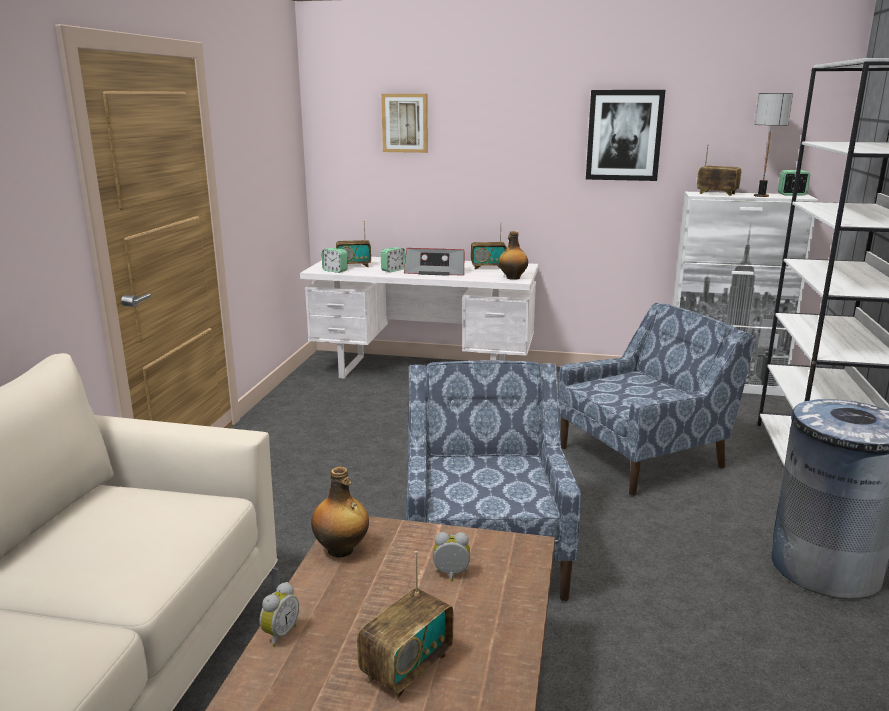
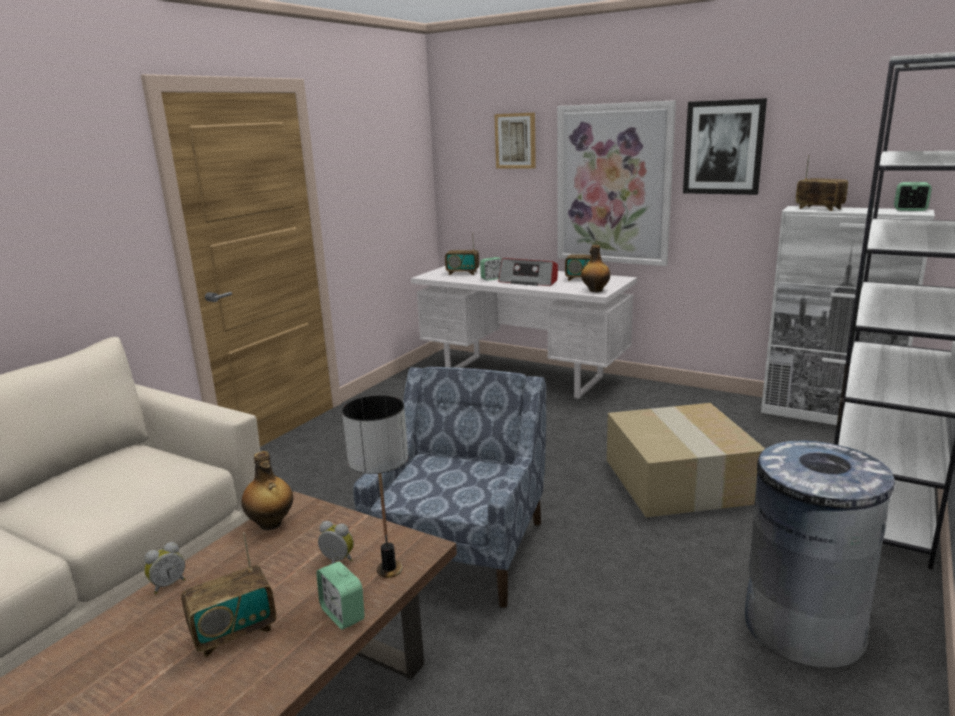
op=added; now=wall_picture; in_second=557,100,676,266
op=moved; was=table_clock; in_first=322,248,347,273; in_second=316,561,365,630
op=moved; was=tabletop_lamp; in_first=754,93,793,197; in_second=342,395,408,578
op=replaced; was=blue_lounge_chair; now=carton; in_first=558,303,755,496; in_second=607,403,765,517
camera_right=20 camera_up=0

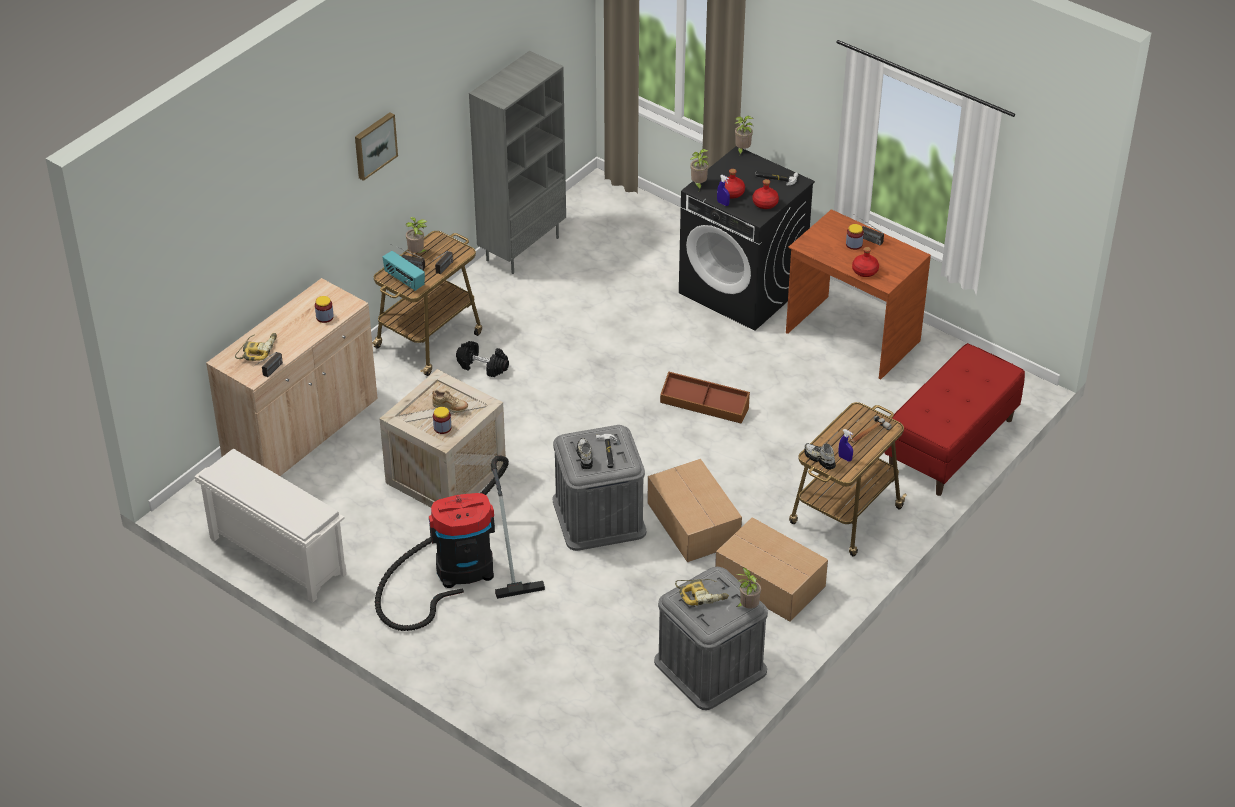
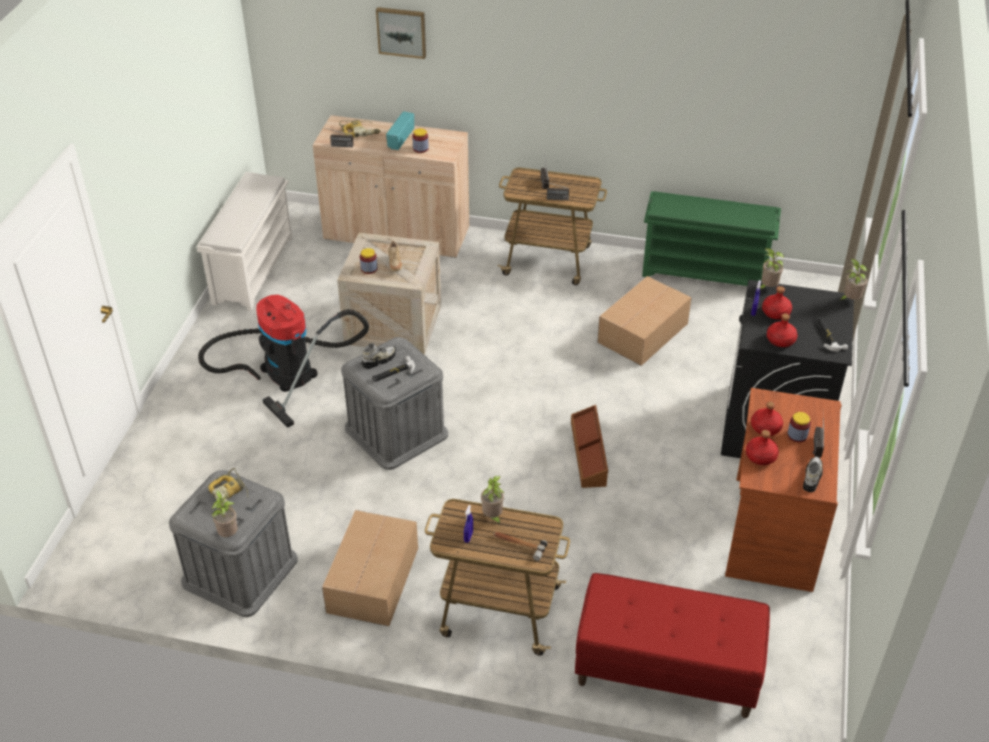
op=removed; was=black_hand_weight; in_first=456,341,509,377
op=added; now=reddish_beverage_bottle; in_second=751,401,783,436
op=moved; was=wall_picture; in_first=355,112,398,181; in_second=376,7,426,59
op=moved; was=radio_set; in_first=382,251,425,291; in_second=386,111,414,150
op=moved; was=houseplant; in_first=406,217,427,253; in_second=481,476,504,526
op=moved; was=carton; in_first=647,459,742,562; in_second=597,276,692,366
op=moved; was=item_of_footwear; in_first=804,443,836,470; in_second=803,456,823,492
op=replaced; was=greyish_bookcase; now=green_shoe_rack; in_first=469,51,566,274; in_second=642,191,781,286
camera_right=65 camera_up=0

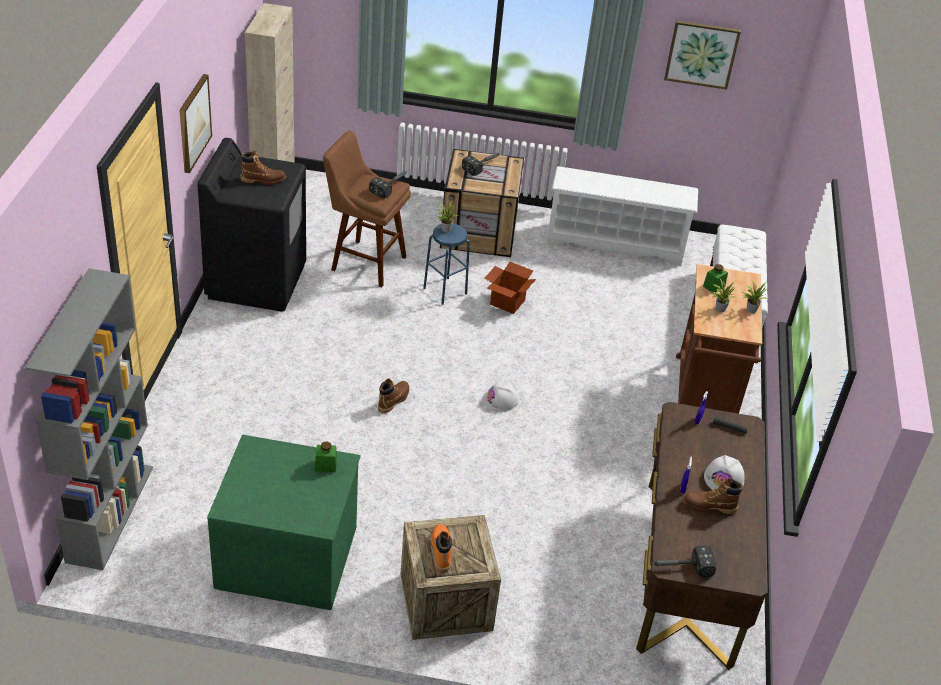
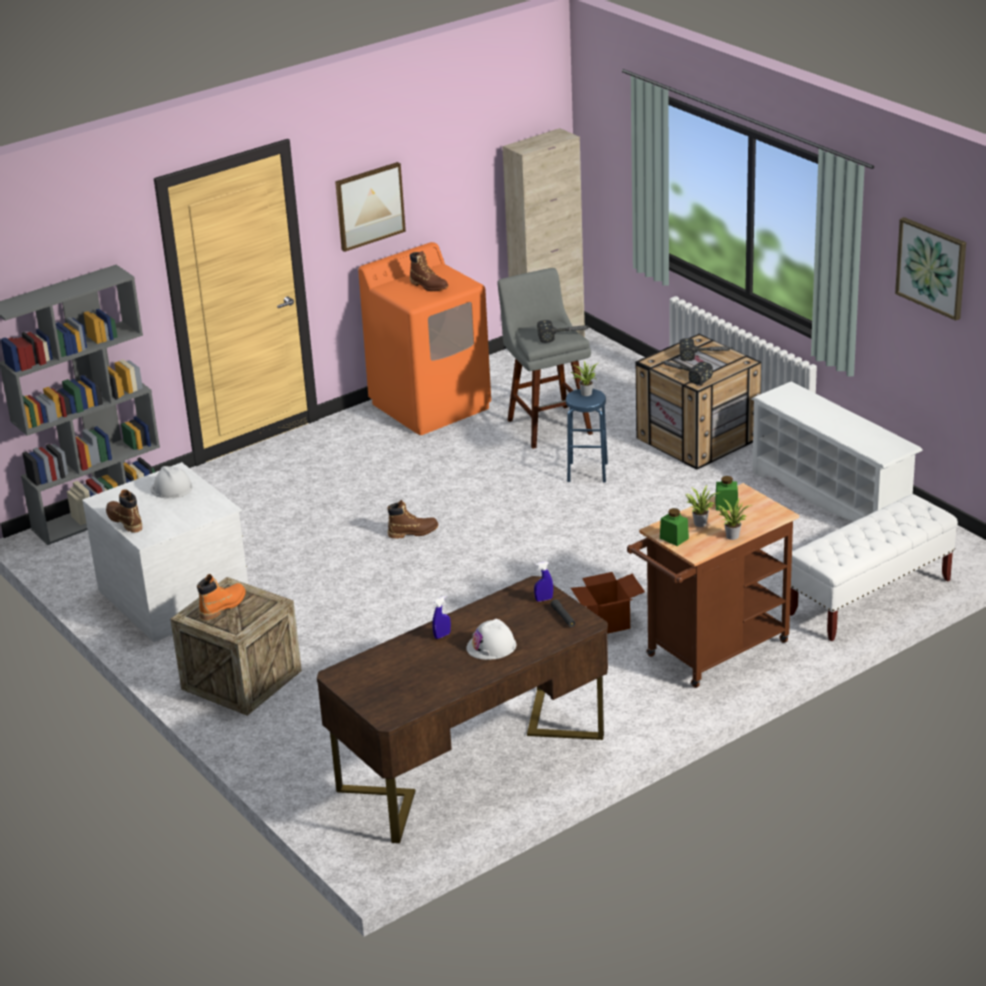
op=moved; was=green_jar; in_first=315,441,337,472; in_second=660,508,689,546
op=moved; was=white_hard_hat; in_first=482,382,519,412; in_second=150,466,192,499
op=moved; was=carton; in_first=484,262,536,314; in_second=571,572,645,634
op=moved; was=tool_hammer; in_first=651,546,716,577; in_second=662,361,713,385
op=moved; was=brownish_high-top_boot; in_first=683,478,743,514; in_second=106,489,142,533
op=recoloured; was=black_washing_machine; now=orangey_washing_machine; in_first=197,138,306,312; in_second=358,242,491,435
op=recoloured; was=green_dresser; now=white_dresser; in_first=207,435,361,610; in_second=82,462,248,642
op=recoloured; was=brownish_sitting_stool; now=greyish_sitting_stool; in_first=323,130,411,287; in_second=497,268,593,449
camera_right=50 camera_up=-10

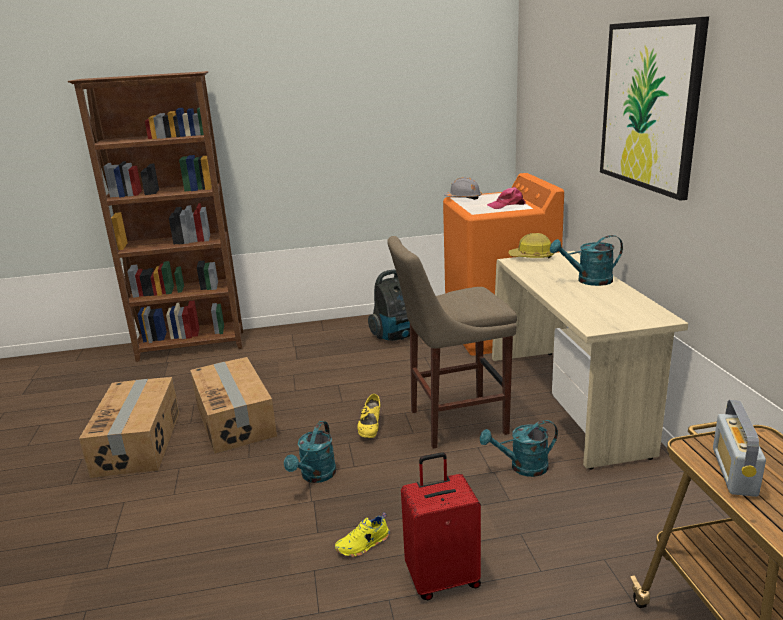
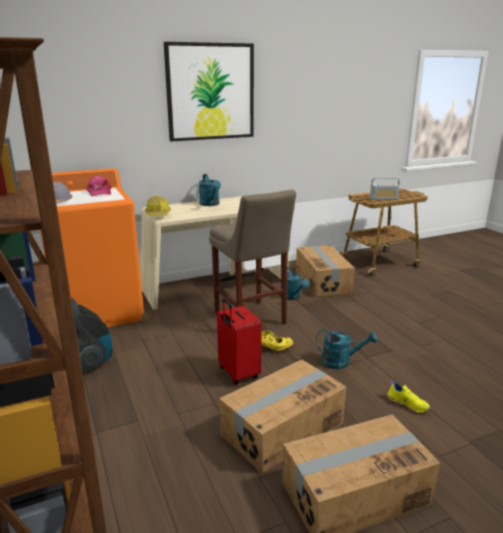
op=added; now=carton; in_second=296,245,355,296
op=moved; was=yellowish_item_of_footwear; in_first=335,513,390,557; in_second=387,381,430,413
op=moved; was=reddish_suitcase; in_first=401,452,481,600; in_second=217,298,262,384
camera_right=-105 camera_up=0

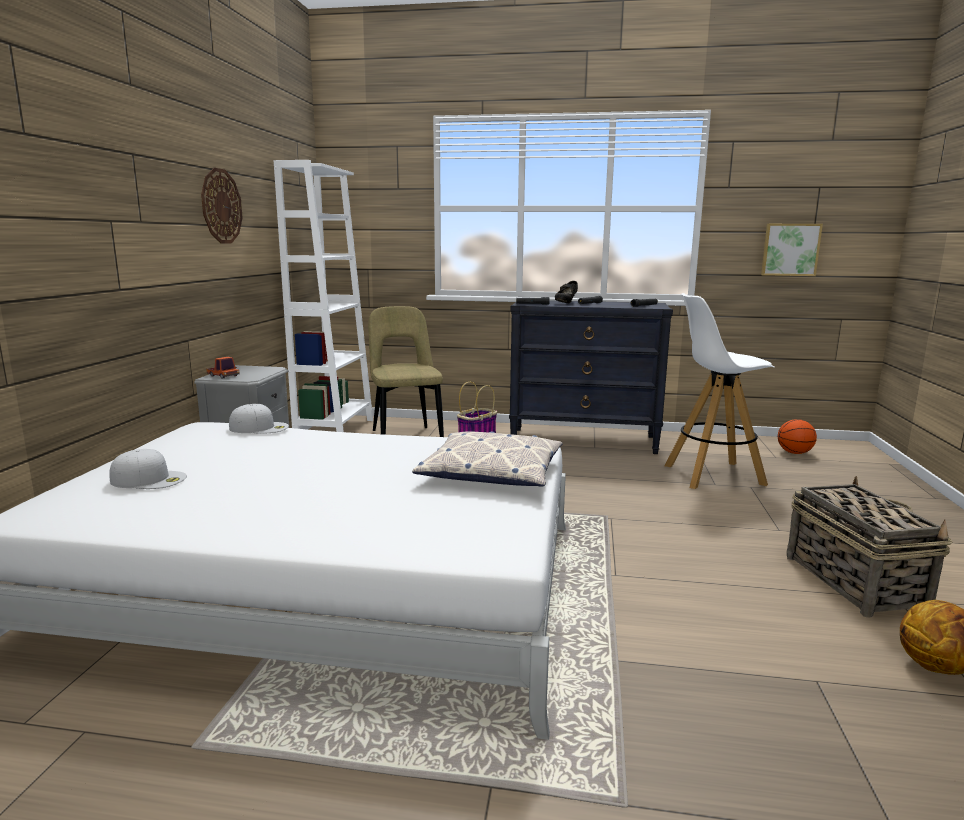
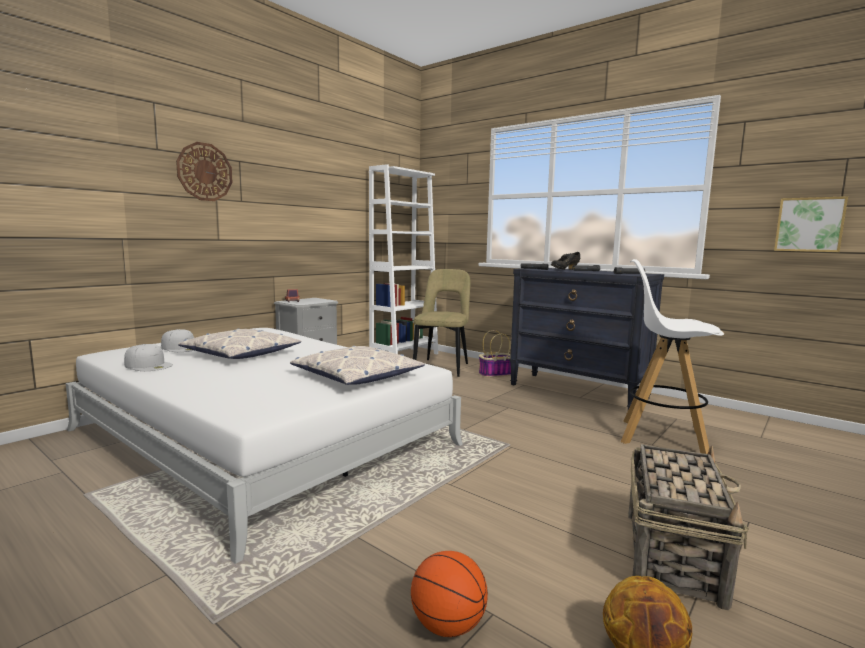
op=added; now=cushion; in_second=178,329,301,359
op=moved; was=wall_clock; in_first=201,168,243,243; in_second=176,142,232,201
op=moved; was=white_baseball_cap; in_first=229,404,289,434; in_second=124,344,173,371
op=moved; was=ball_for_basketball; in_first=778,419,817,454; in_second=411,551,488,637
camera_right=30 camera_up=-5

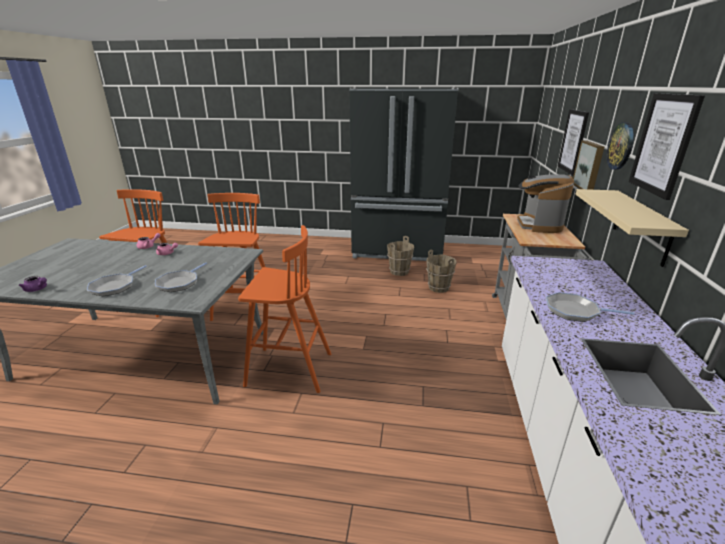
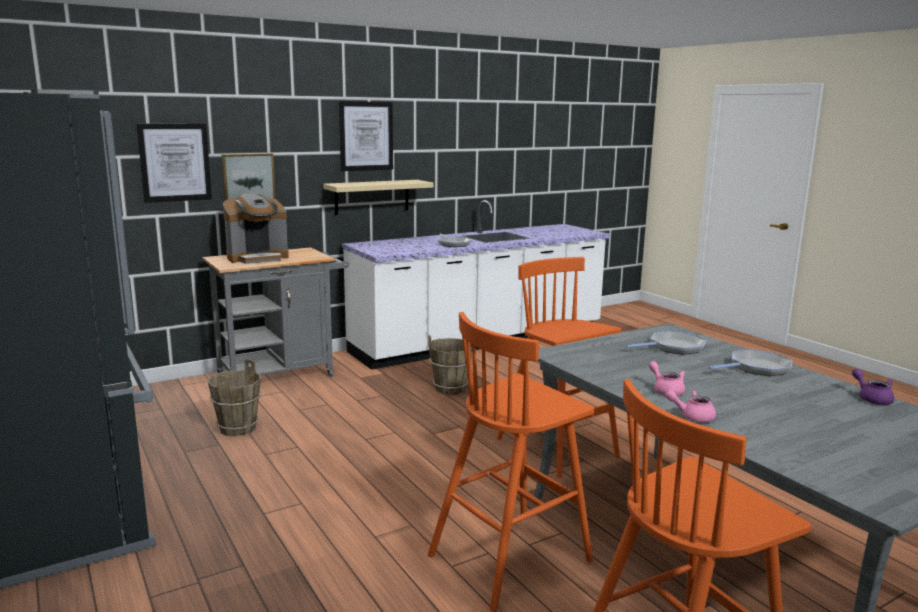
op=removed; was=wall_clock; in_first=607,122,634,170
op=moved; was=brownish_pail; in_first=387,236,415,276; in_second=428,335,472,395
camera_right=-130 camera_up=-10

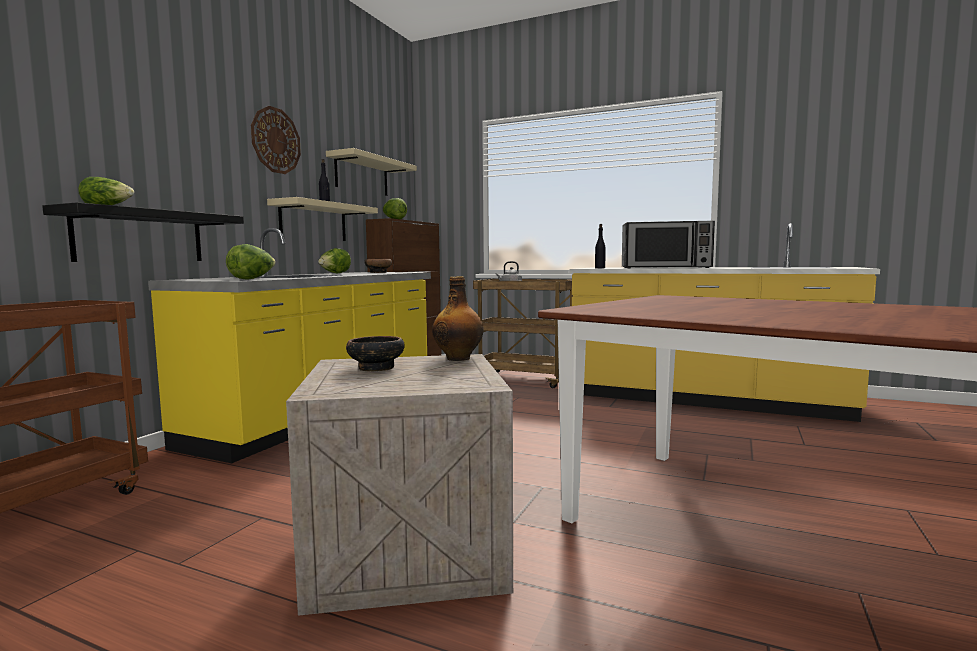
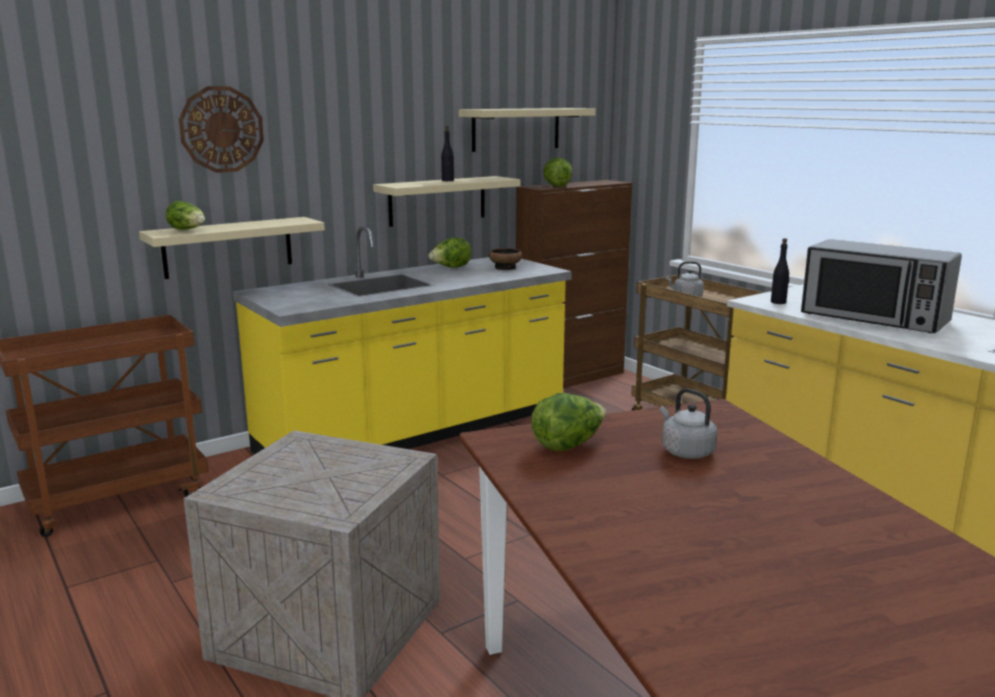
op=removed; was=deep_dish; in_first=346,336,405,372
op=removed; was=beverage_bottle; in_first=432,276,484,361
op=added; now=greyish_water_kettle; in_second=660,388,718,459
op=moved; was=lettuce_head; in_first=226,244,276,279; in_second=531,393,606,451
op=moved; was=wall_clock; in_first=251,106,301,174; in_second=179,86,264,173
op=recoloured; was=black_shelf; now=beige_shelf; in_first=42,202,244,262; in_second=139,217,325,279
camera_right=30 camera_up=10

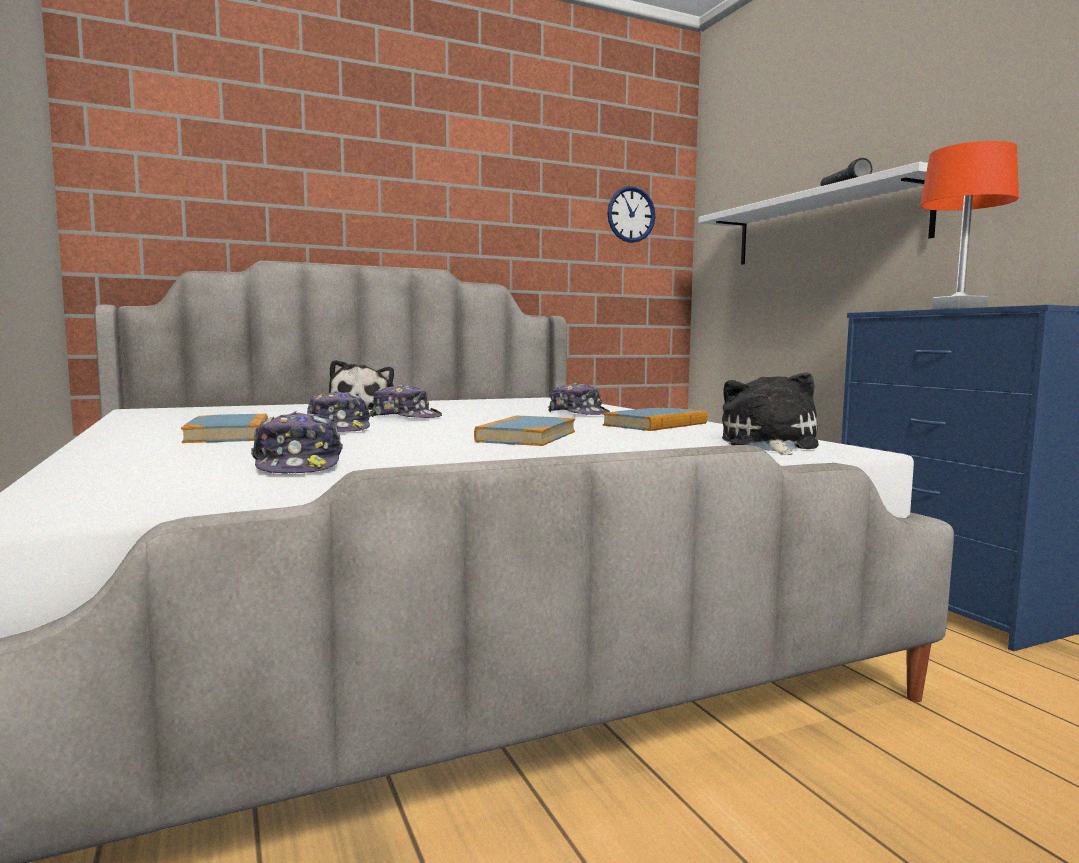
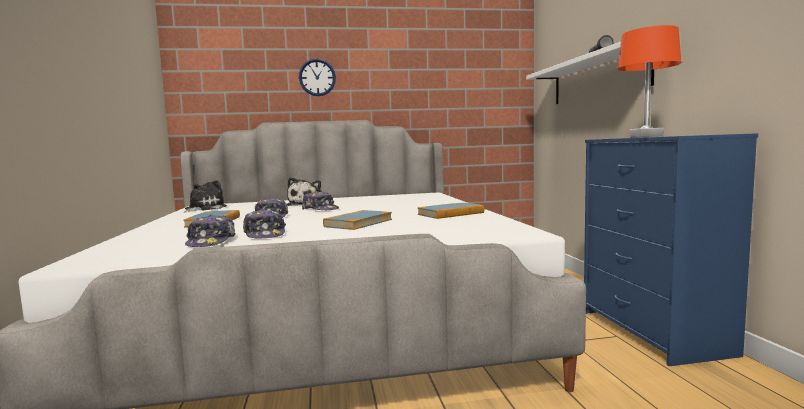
op=moved; was=baseball_cap; in_first=549,383,610,415; in_second=243,209,286,239
op=moved; was=wall_clock; in_first=607,186,655,243; in_second=299,59,336,96
op=moved; was=cuddly_toy; in_first=722,372,819,455; in_second=184,180,227,213
camera_right=15 camera_up=0

